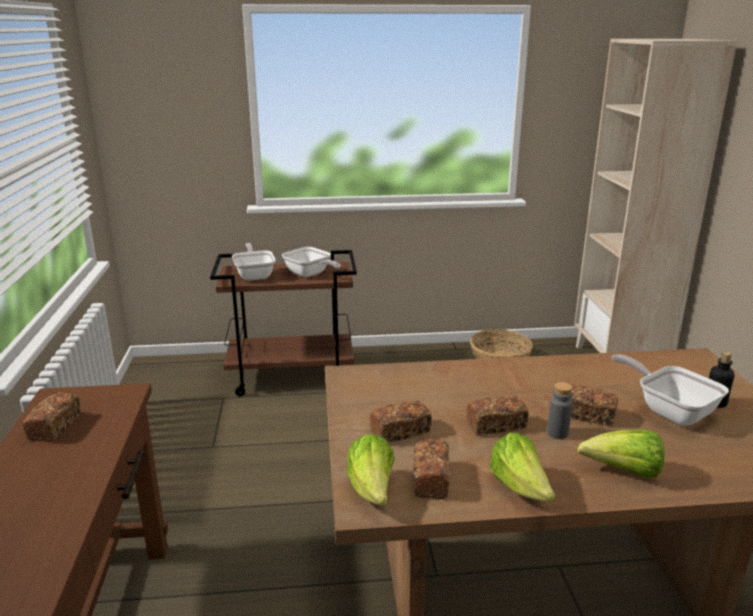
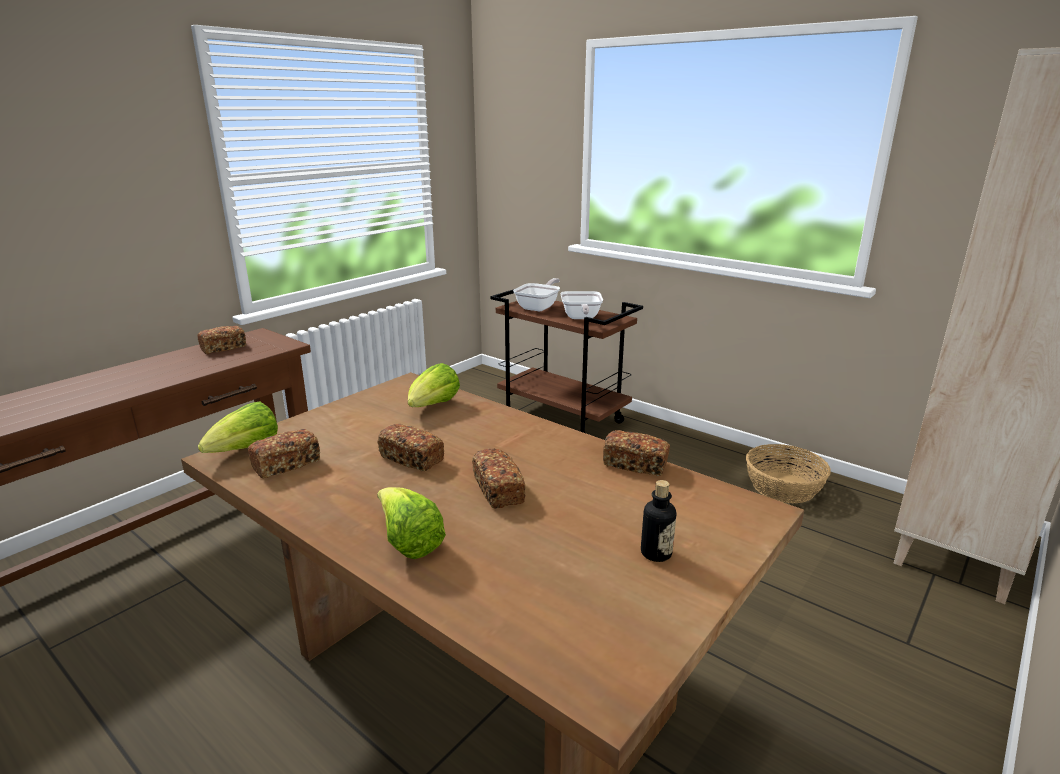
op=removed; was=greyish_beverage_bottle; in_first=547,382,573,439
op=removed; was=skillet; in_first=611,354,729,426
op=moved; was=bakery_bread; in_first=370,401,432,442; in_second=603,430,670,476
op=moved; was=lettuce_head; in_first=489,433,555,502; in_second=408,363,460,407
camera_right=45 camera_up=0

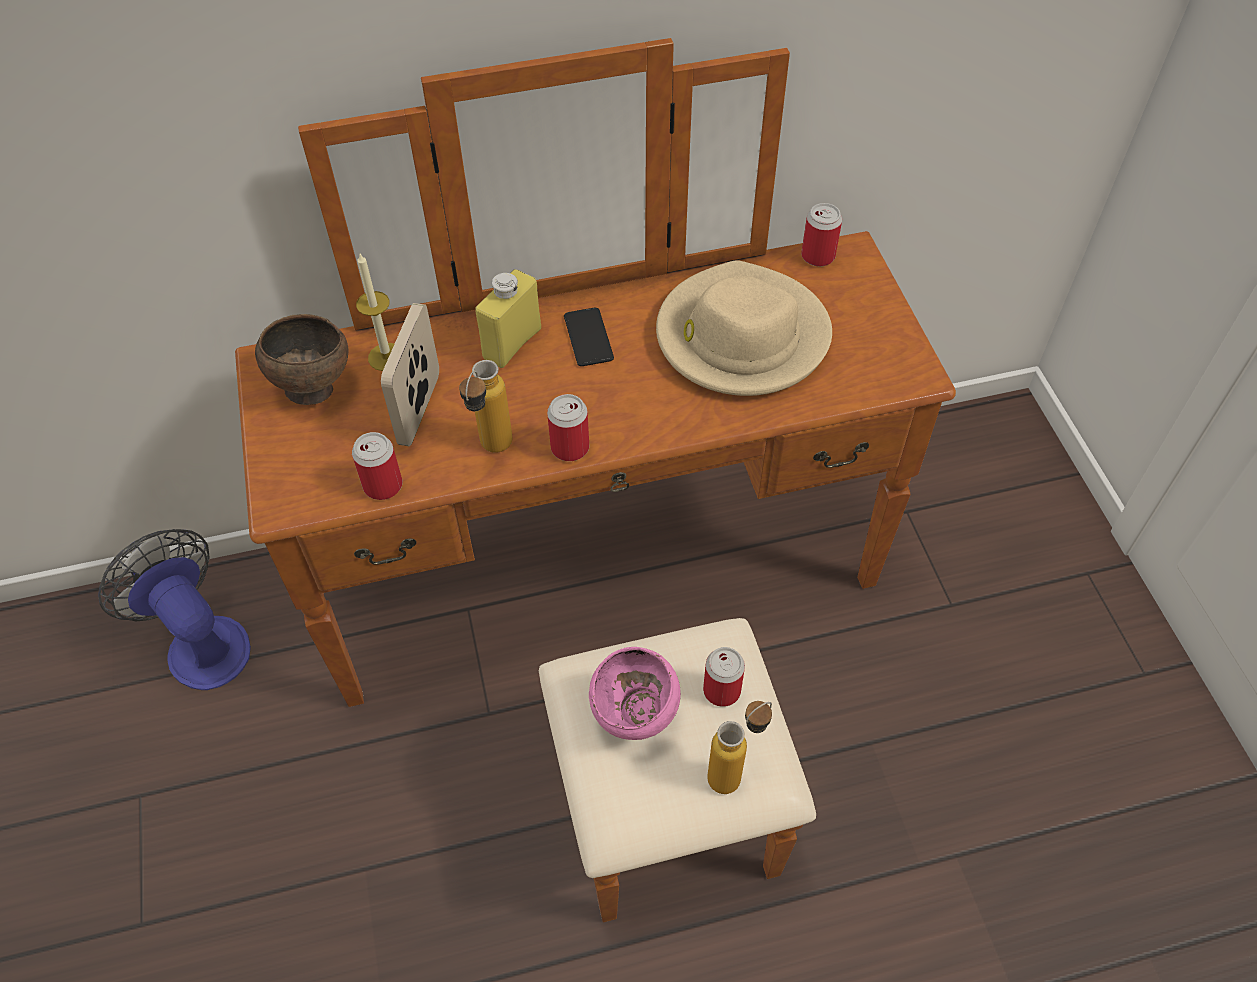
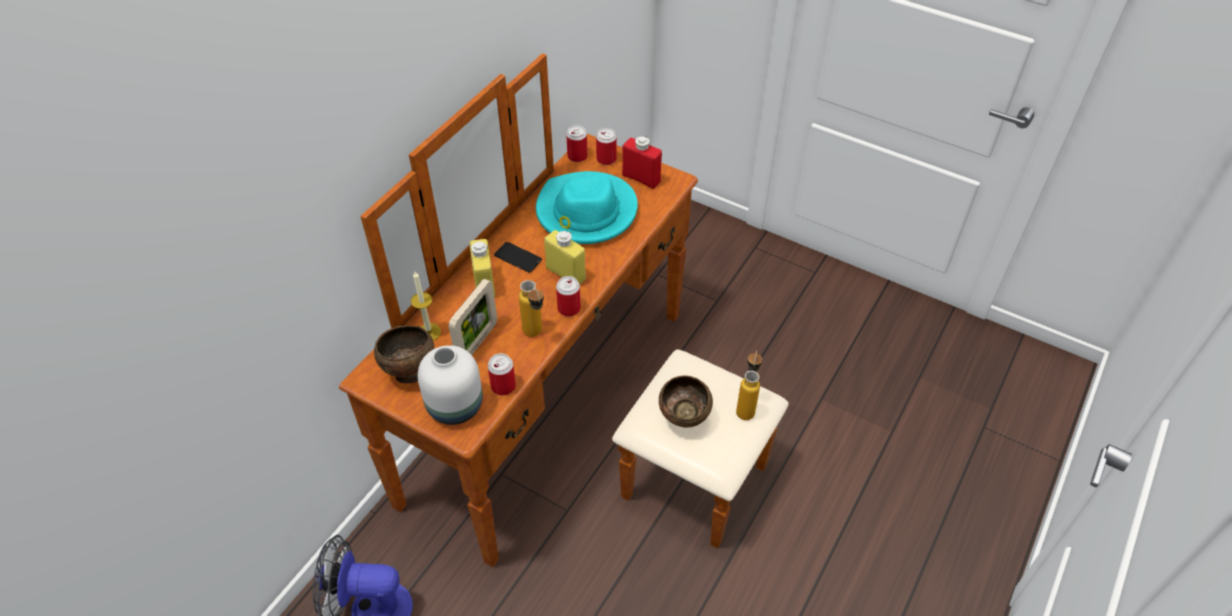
op=added; now=white_flower_vase; in_second=418,345,483,425
op=added; now=yellowish_beverage_bottle; in_second=544,230,586,284
op=added; now=reddish_beverage_bottle; in_second=622,136,662,189
op=moved; was=can; in_first=703,647,745,707; in_second=596,128,617,165
op=recoloured; was=pinkish_deep_dish; now=brownish_deep_dish; in_first=589,647,681,740; in_second=659,375,713,428
op=recoloured; was=beige_hat; now=turquoise_hat; in_first=656,260,832,396; in_second=536,171,638,244
op=turned; was=picture_frame; in_first=381,303,439,446; in_second=449,279,497,355; clockwise=-120
camera_right=-45 camera_up=-5

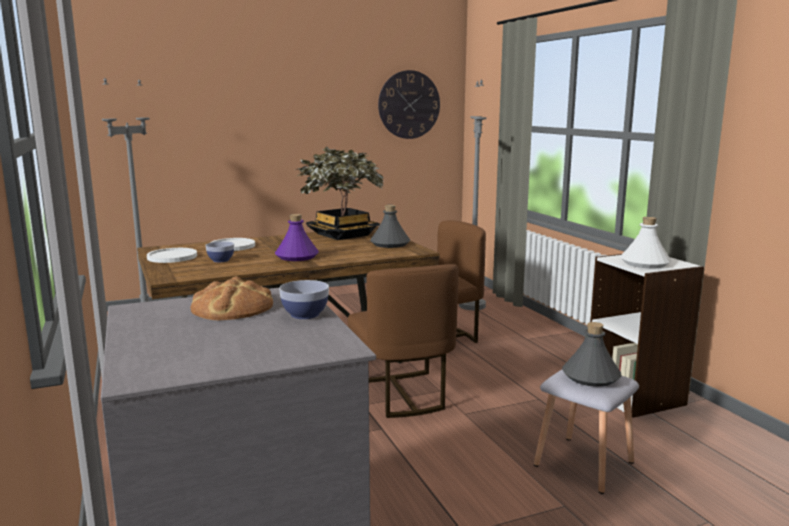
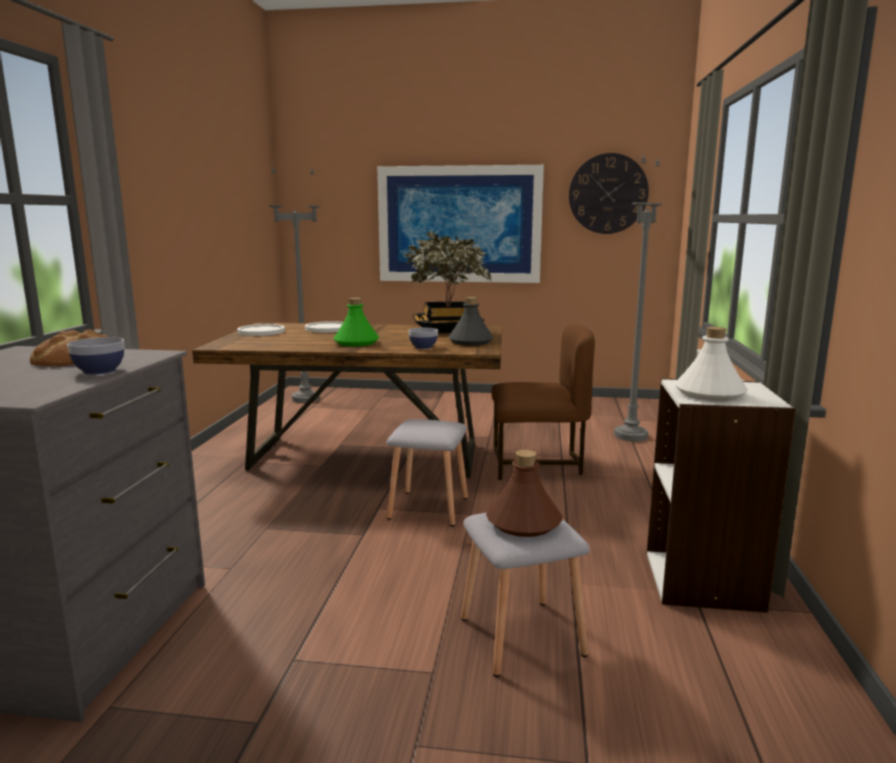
op=added; now=wall_picture; in_second=377,165,544,283
op=moved; was=deep_dish; in_first=206,241,234,262; in_second=409,328,438,349
op=replaced; was=brownish_plain_chair; now=greyish_sitting_stool; in_first=348,264,459,418; in_second=387,419,468,526
op=recoloured; was=purplish_beverage_bottle; now=green_beverage_bottle; in_first=275,214,319,261; in_second=333,298,379,346
op=recoloured; was=greyish_beverage_bottle; now=brownish_beverage_bottle; in_first=562,322,622,387; in_second=486,450,562,537
camera_right=30 camera_up=0

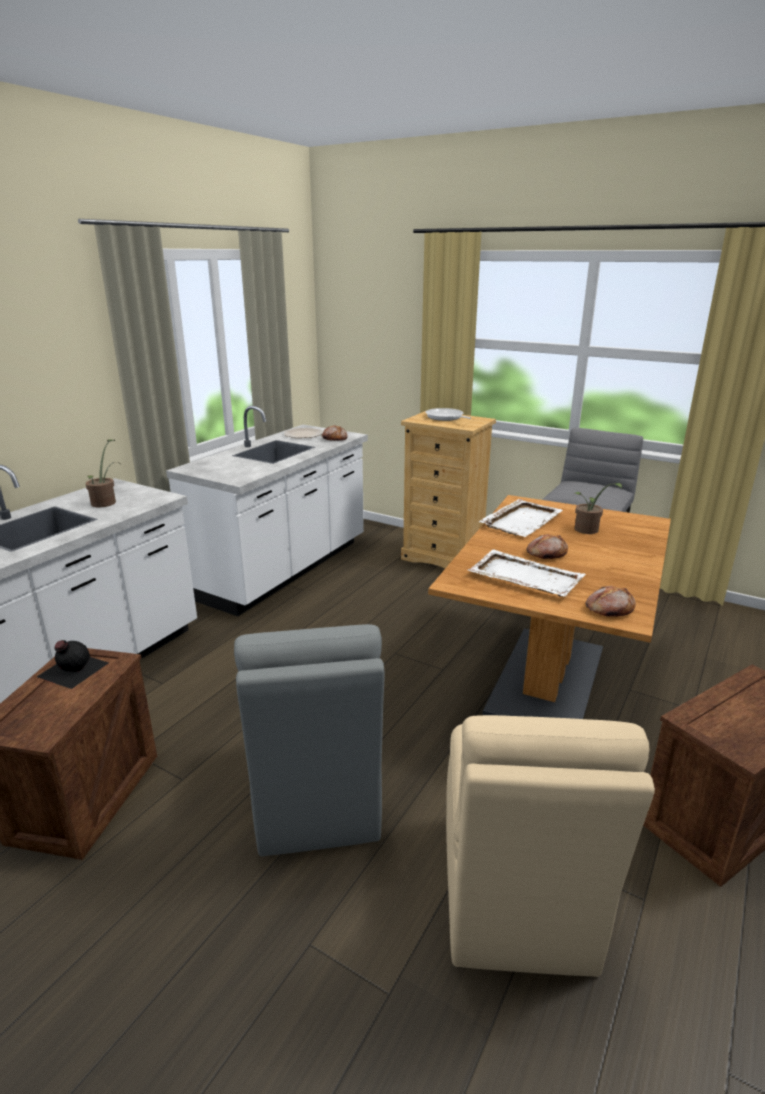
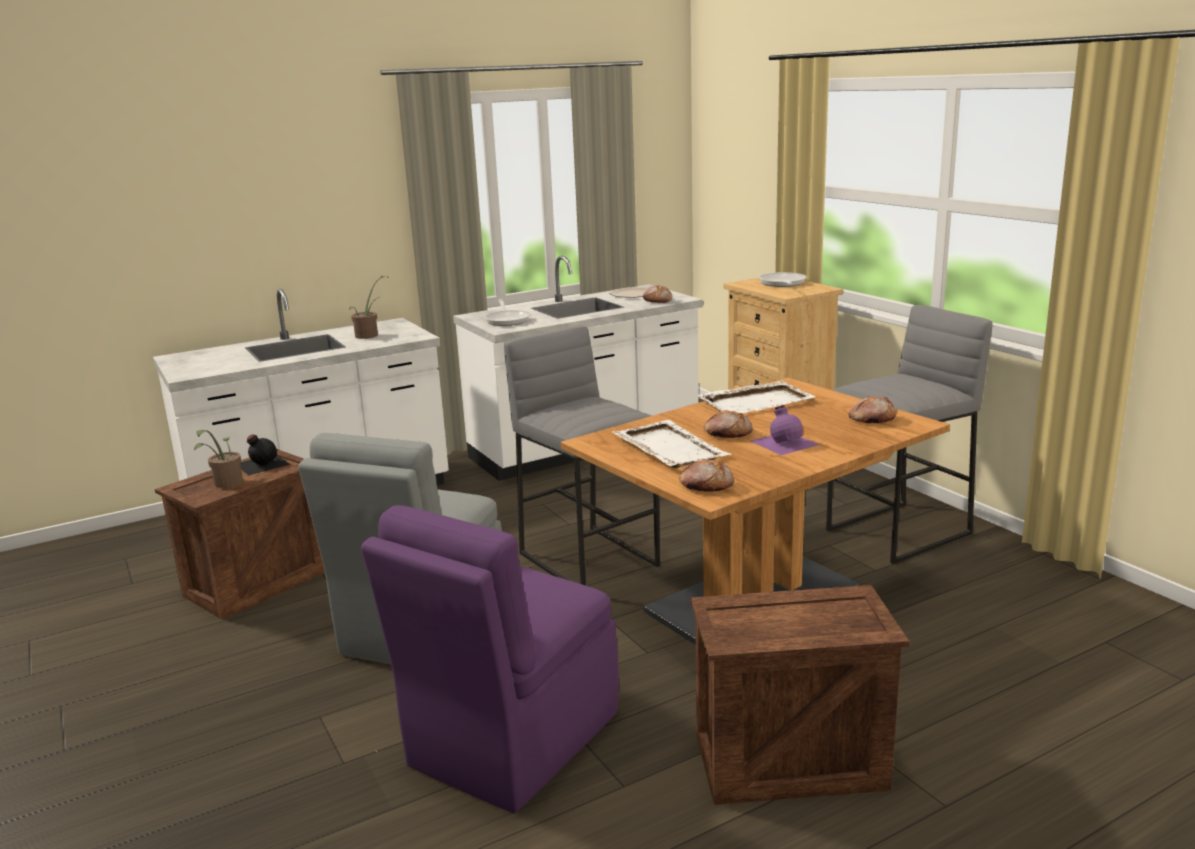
op=added; now=skillet; in_second=484,299,531,326
op=added; now=greyish_sitting_stool; in_second=504,326,660,585
op=added; now=purplish_beverage_bottle; in_second=751,405,819,455
op=added; now=bakery_bread; in_second=848,397,897,423
op=moved; was=houseplant; in_first=574,483,622,534; in_second=194,430,243,488
op=recoloured; was=beige_plain_chair; now=purplish_plain_chair; in_first=446,715,655,977; in_second=361,505,619,813
camera_right=30 camera_up=-5

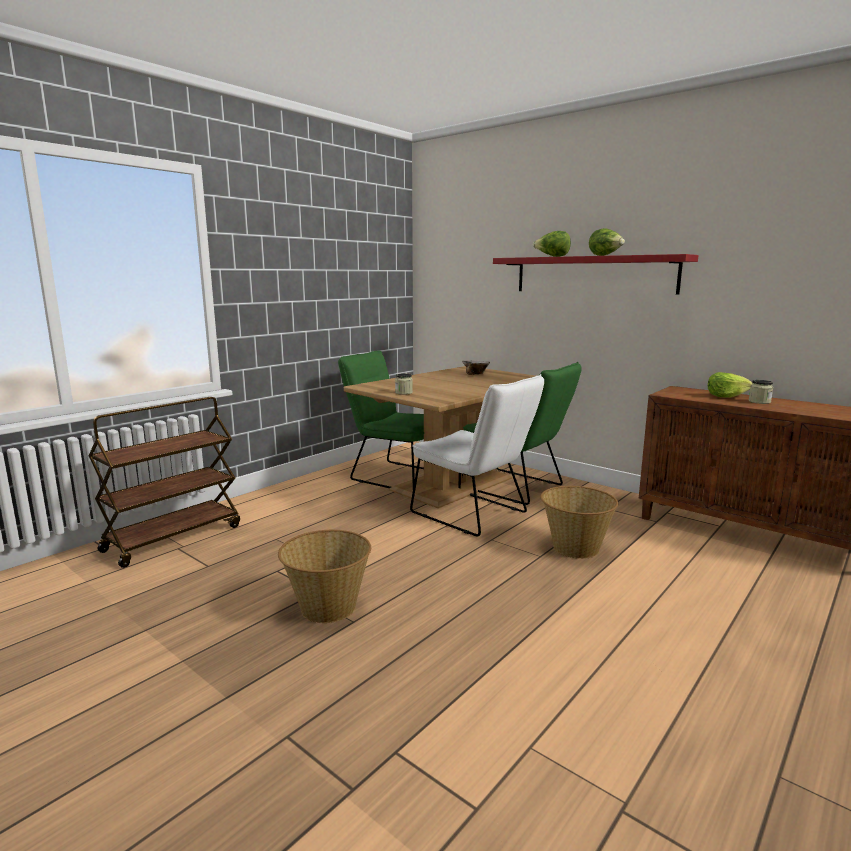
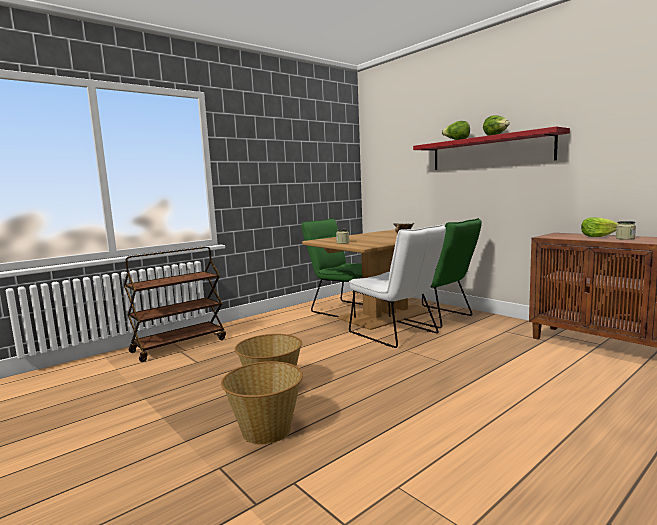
op=moved; was=storage_basket; in_first=541,486,618,559; in_second=221,361,303,445
camera_right=10 camera_up=-5

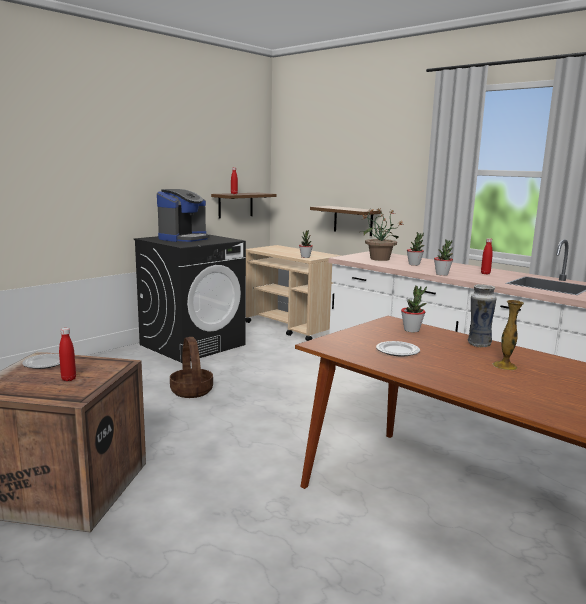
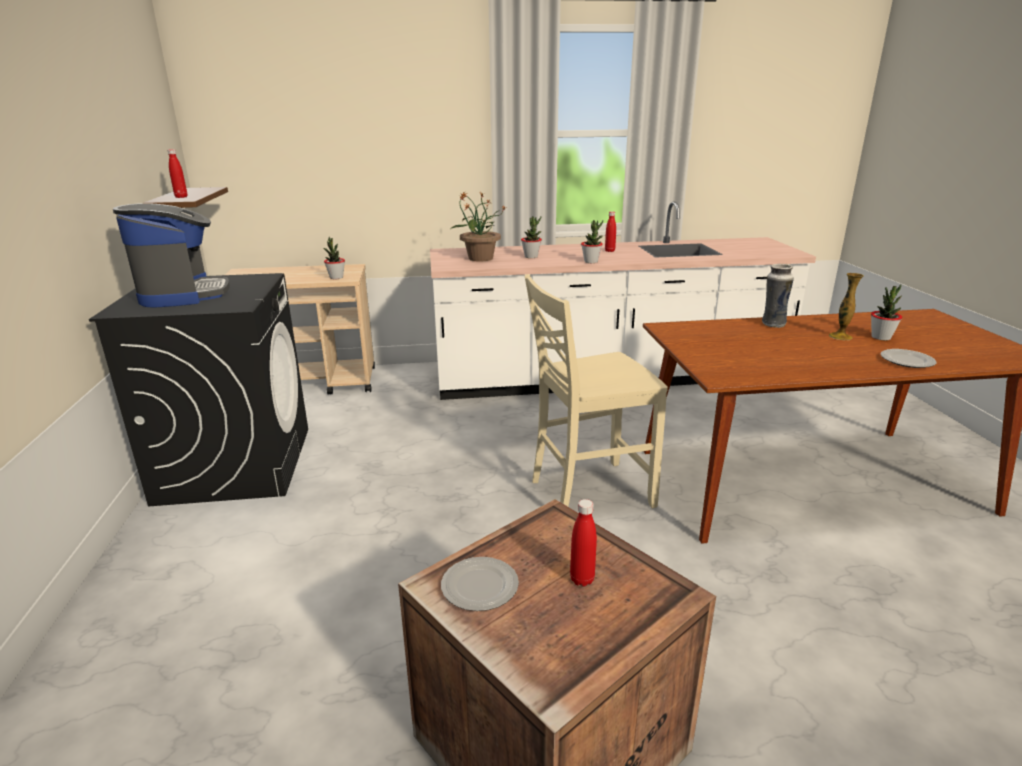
op=removed; was=storage_basket; in_first=170,337,213,398
op=removed; was=brownish_shelf; in_first=310,206,382,236
op=added; now=beige_plain_chair; in_second=524,274,668,509
op=moved; was=dinner_plate; in_first=376,341,420,357; in_second=880,349,937,368
op=moved; was=houseplant; in_first=401,286,427,332; in_second=871,284,902,340
camera_right=-50 camera_up=10

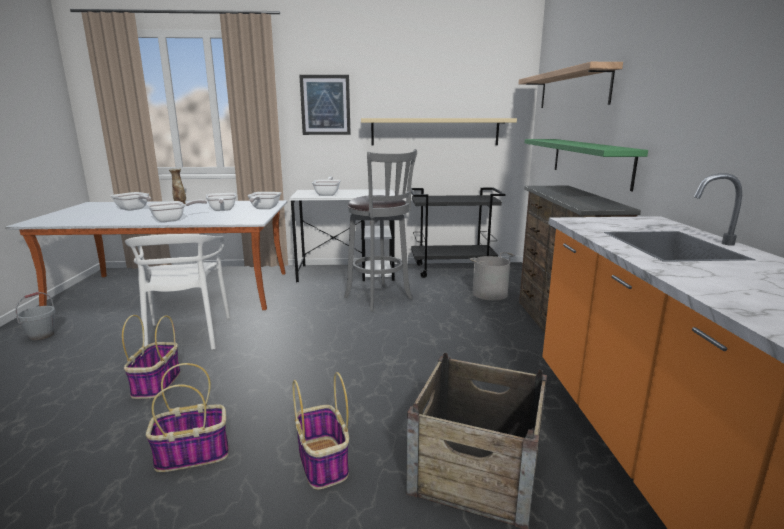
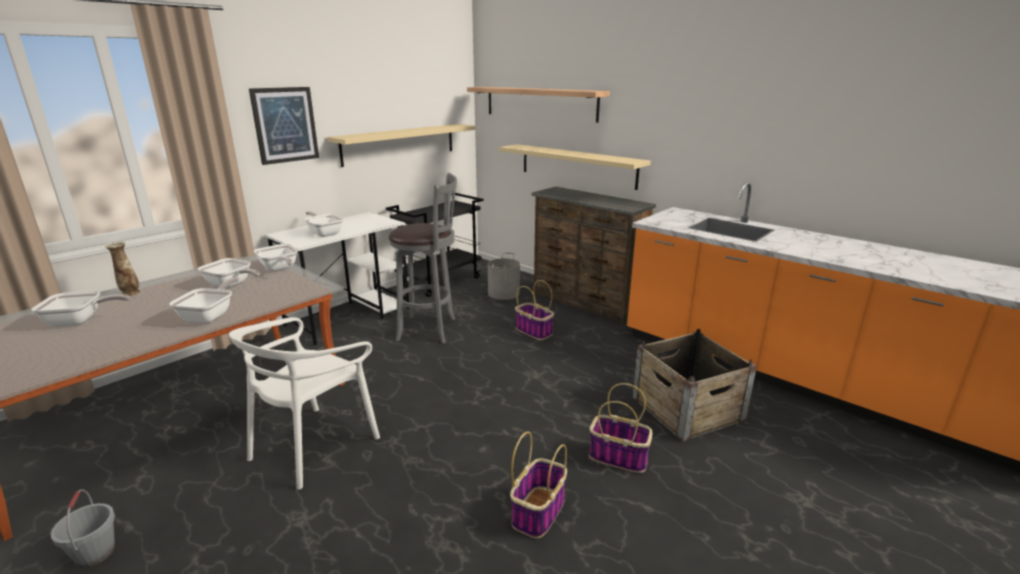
op=moved; was=storage_basket; in_first=122,315,181,399; in_second=515,280,554,340
op=recoloured; was=green_shelf; now=beige_shelf; in_first=525,139,648,191; in_second=499,144,651,190
op=turned; was=white_plain_chair; in_first=125,234,230,350; in_second=229,317,380,490; clockwise=90
camera_right=-45 camera_up=5

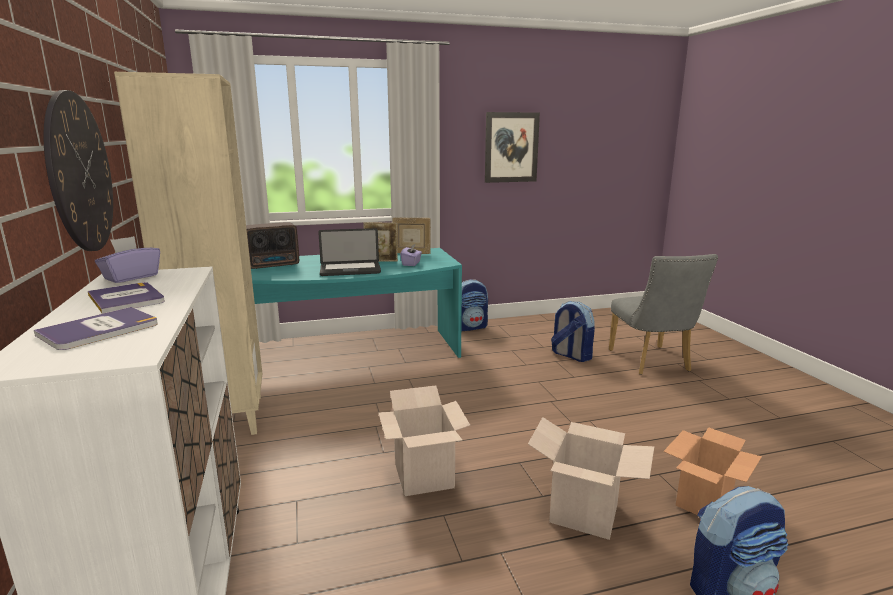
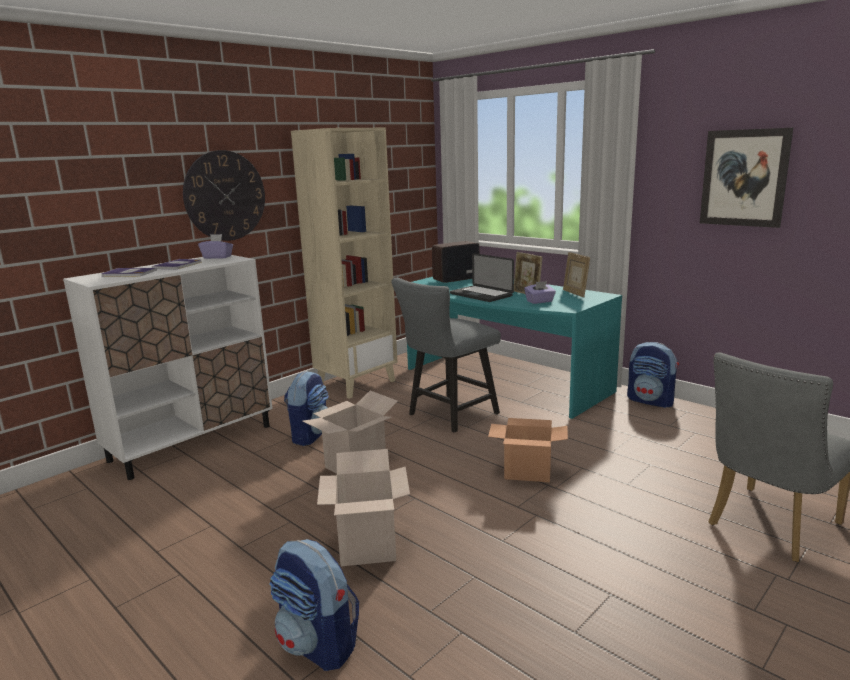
op=added; now=greyish_plain_chair; in_second=391,278,501,433
op=moved; was=backpack; in_first=551,301,595,362; in_second=284,371,329,446
op=moved; was=carton; in_first=663,427,762,515; in_second=488,418,568,482
op=turned; was=radio_set; in_first=246,222,299,269; in_second=432,241,480,283; clockwise=120
camera_right=60 camera_up=0

